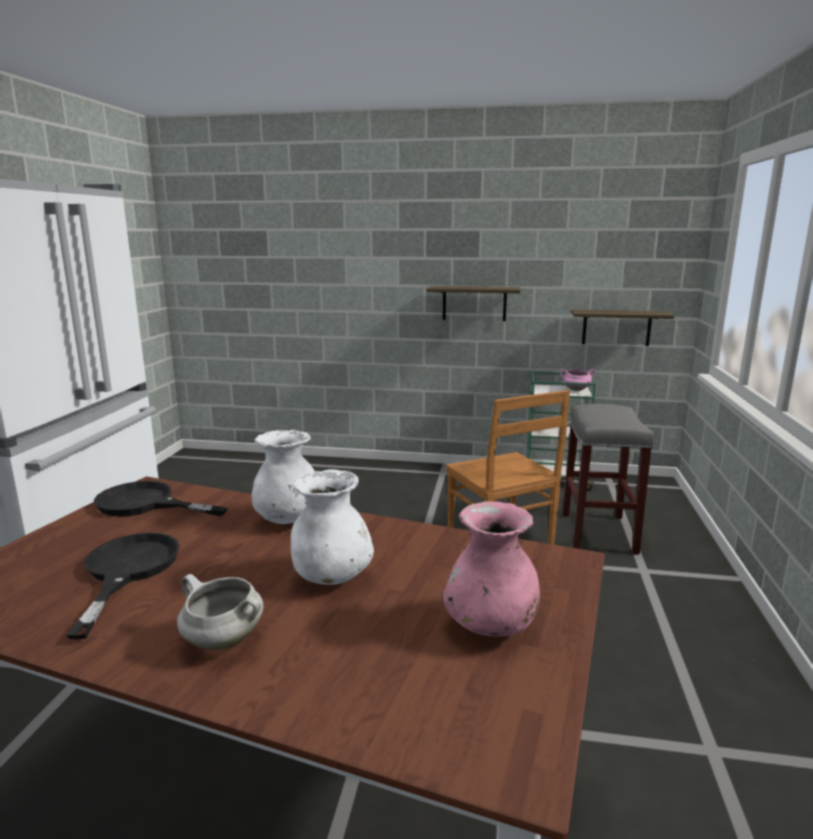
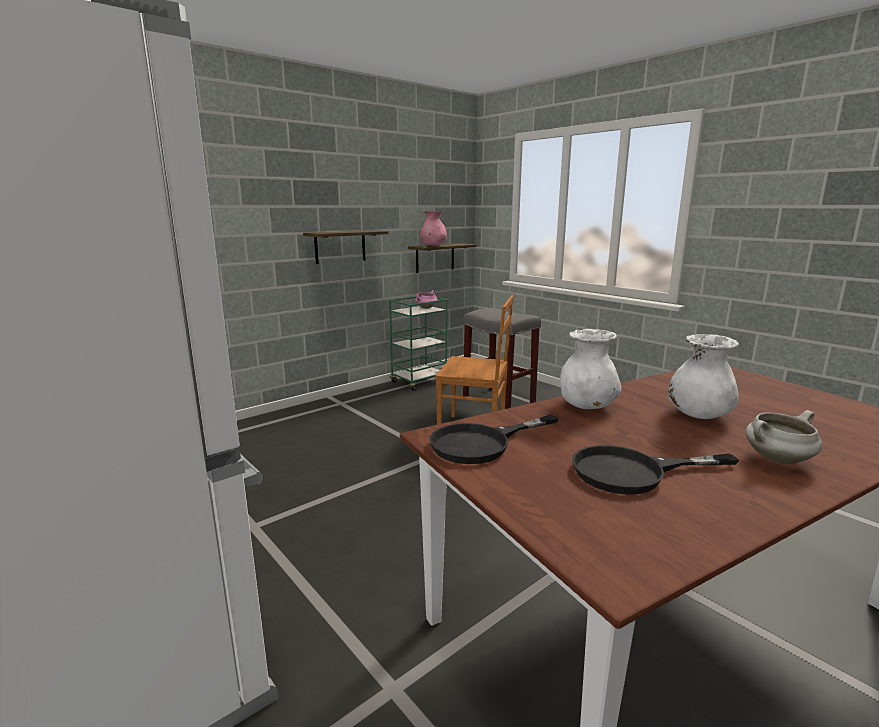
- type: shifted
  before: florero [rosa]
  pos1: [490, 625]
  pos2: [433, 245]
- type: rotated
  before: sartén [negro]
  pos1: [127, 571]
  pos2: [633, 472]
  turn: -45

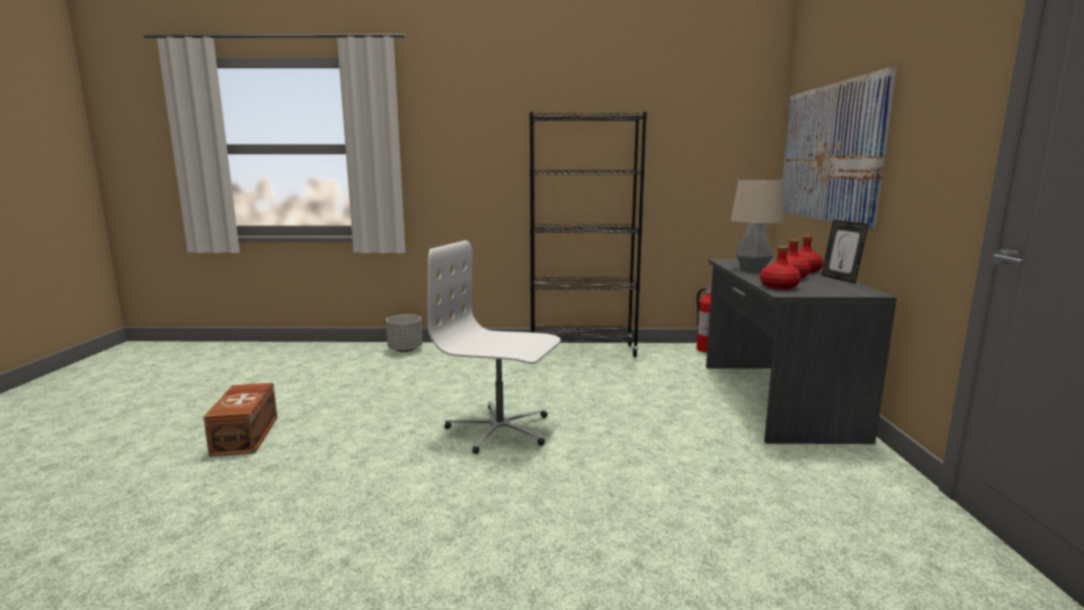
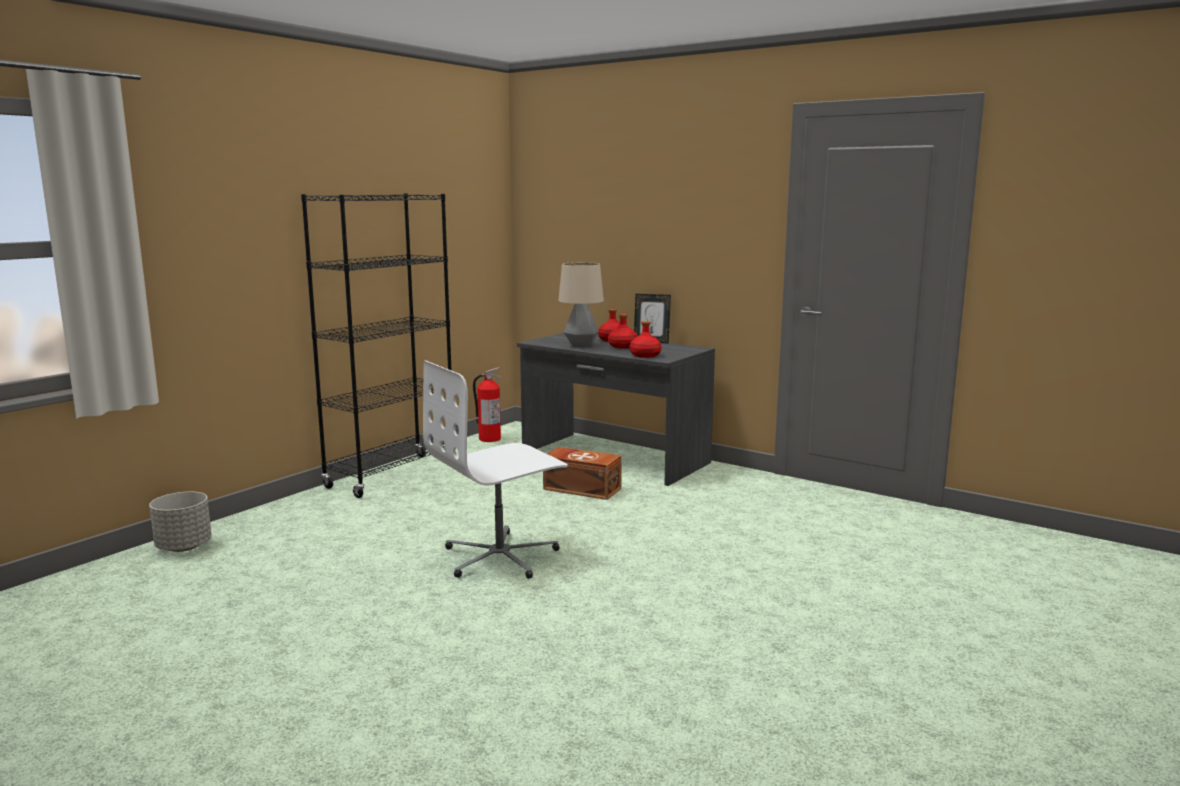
- type: gone
  before: cuadro
  pos1: [830, 153]
- type: shifted
  before: caja de almacenaje [marrón]
  pos1: [247, 435]
  pos2: [581, 488]

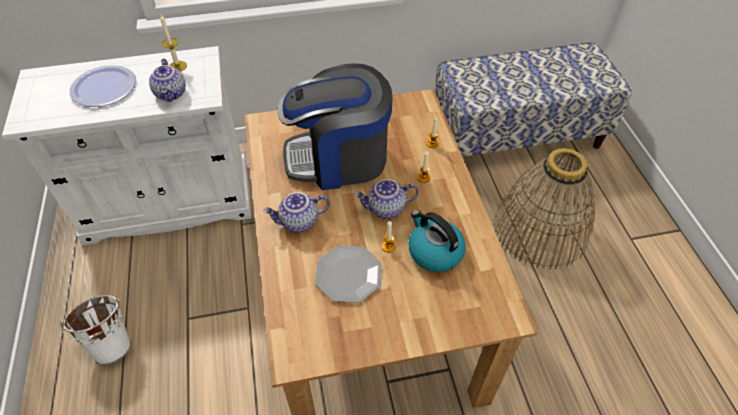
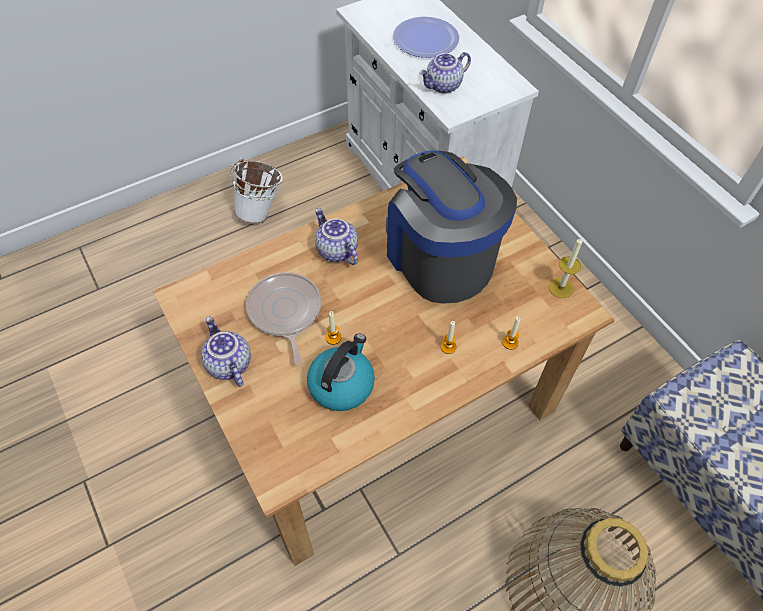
- type: shifted
  before: vela
  pos1: [177, 66]
  pos2: [561, 288]
- type: shifted
  before: tetera
  pos1: [386, 209]
  pos2: [227, 364]
- type: swapped
  before: plato
  after: sartén
  pos1: [348, 275]
  pos2: [285, 312]

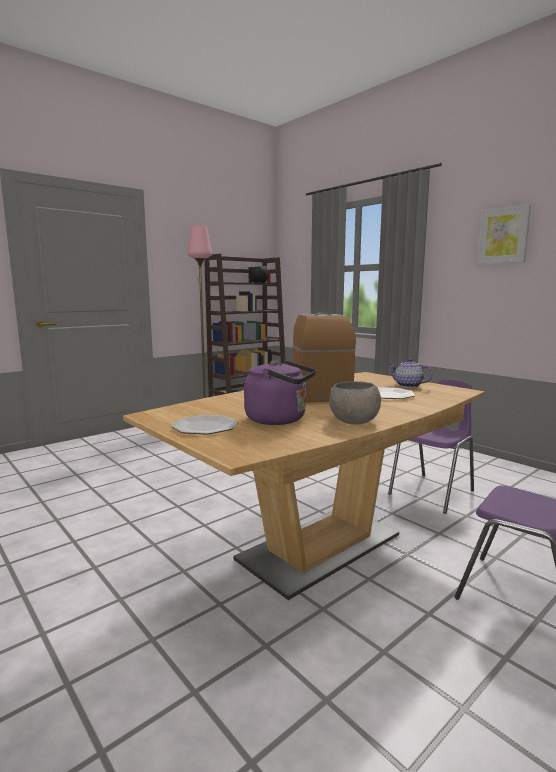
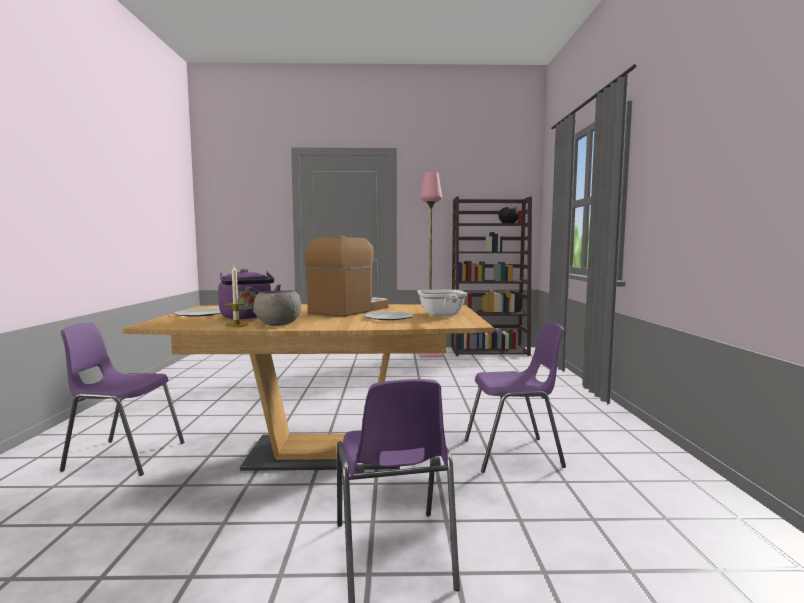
- type: gone
  before: cuadro
  pos1: [503, 235]
- type: new
  after: silla [morado]
  pos2: [124, 456]
- type: new
  after: vela
  pos2: [236, 325]
- type: swapped
  before: tetera
  after: sartén
  pos1: [408, 386]
  pos2: [442, 315]

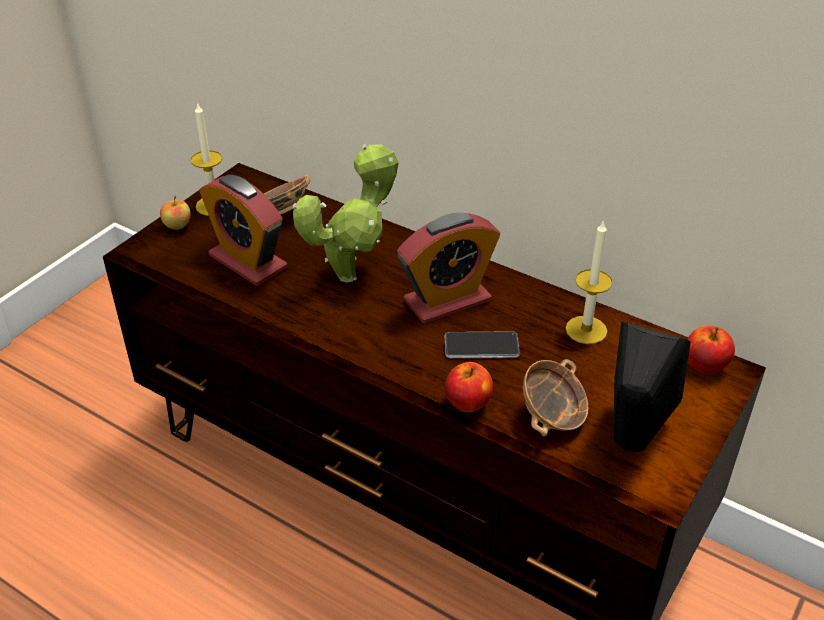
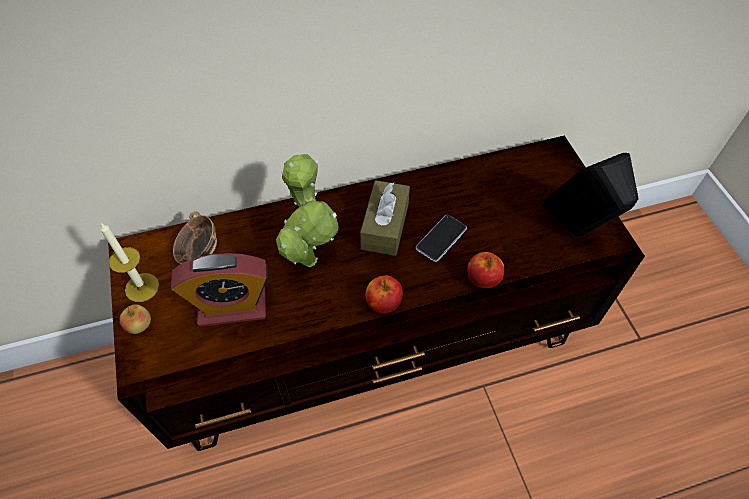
- type: gone
  before: cuenco
  pos1: [553, 416]
- type: gone
  before: vela
  pos1: [586, 330]
- type: shifted
  before: manzana
  pos1: [704, 366]
  pos2: [383, 303]
- type: swapped
  before: despertador
  after: caja de pañuelos [marrón]
  pos1: [447, 300]
  pos2: [385, 226]

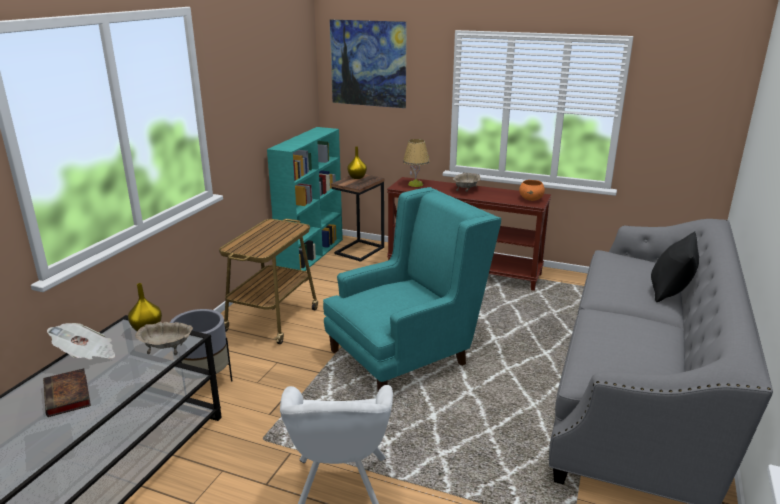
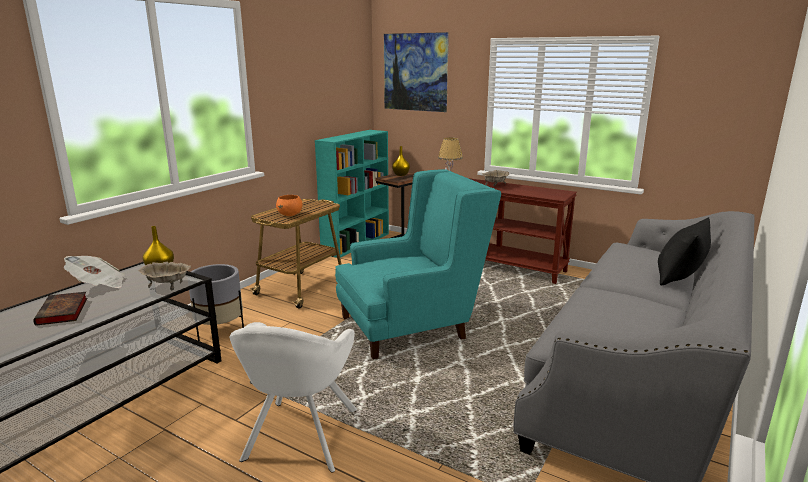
- type: shifted
  before: cuenco [naranja]
  pos1: [531, 199]
  pos2: [290, 215]

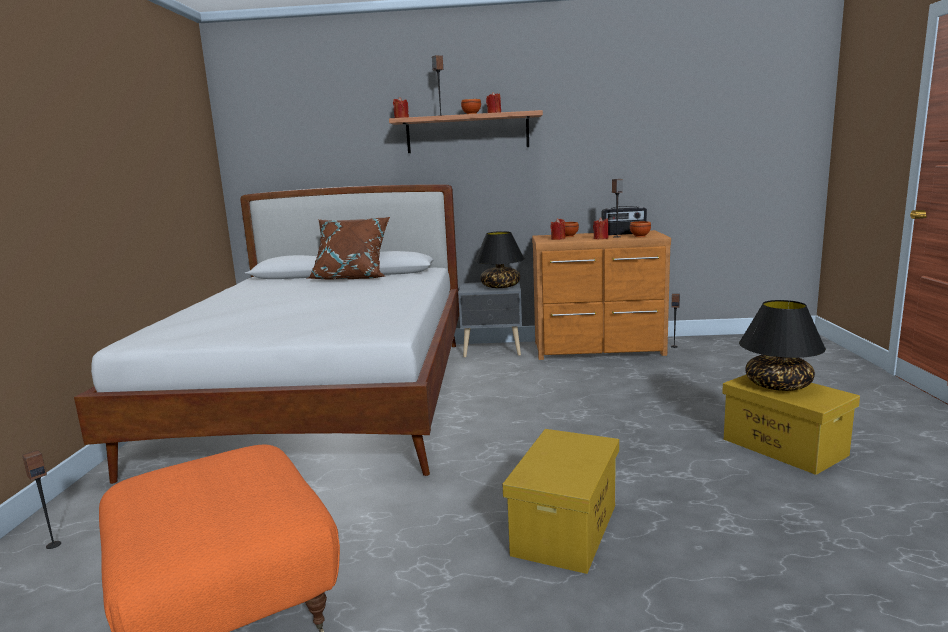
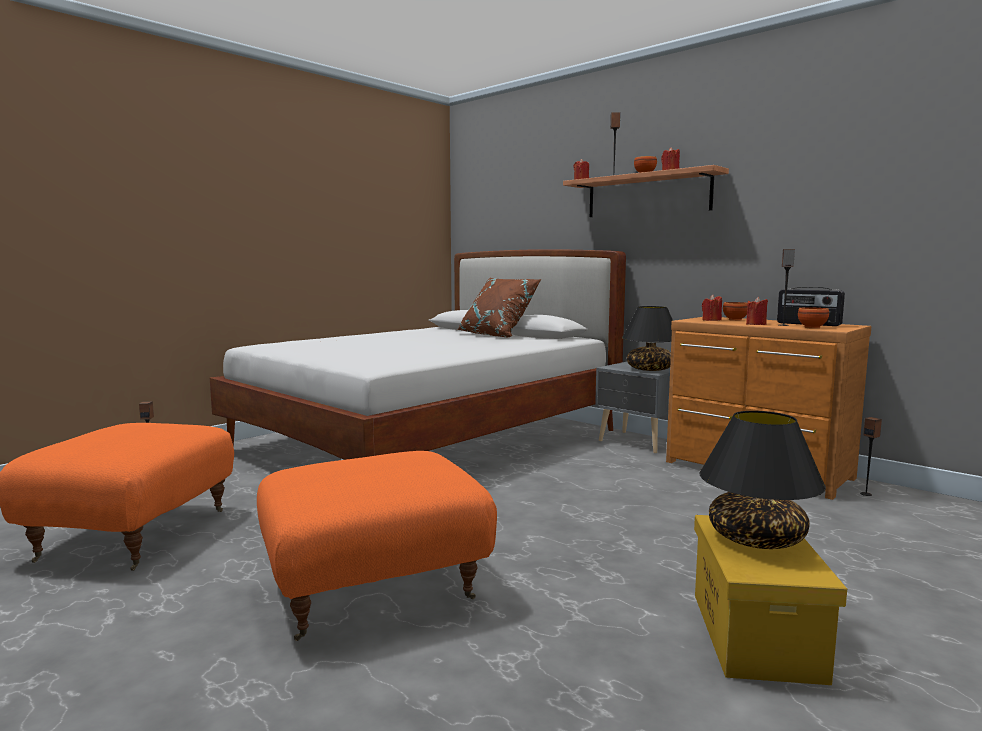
- type: swapped
  before: caja de almacenaje [amarillo]
  after: puf [naranja]
  pos1: [565, 530]
  pos2: [374, 591]

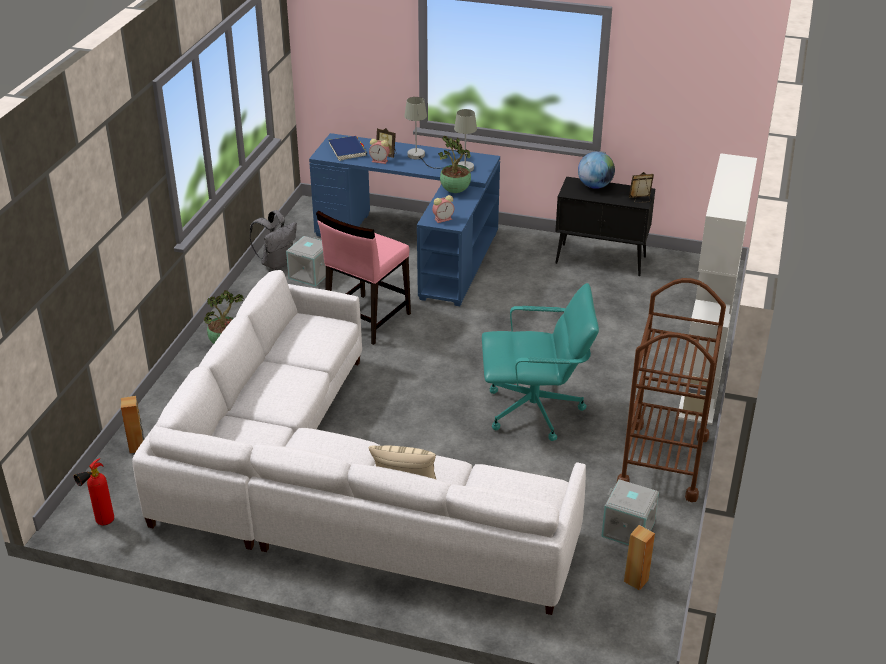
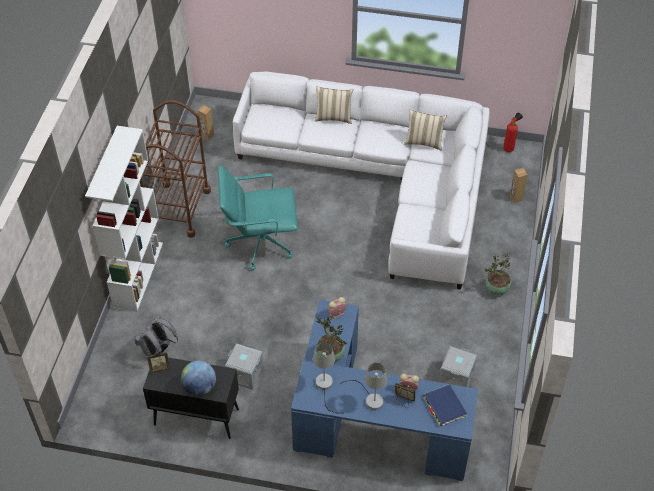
- type: gone
  before: silla [rosa]
  pos1: [366, 319]
- type: new
  after: cojín [beis]
  pos2: [424, 142]
- type: shifted
  before: mochila [gris]
  pos1: [277, 263]
  pos2: [158, 352]
- type: shifted
  before: caja de almacenaje [gris]
  pos1: [629, 528]
  pos2: [244, 374]

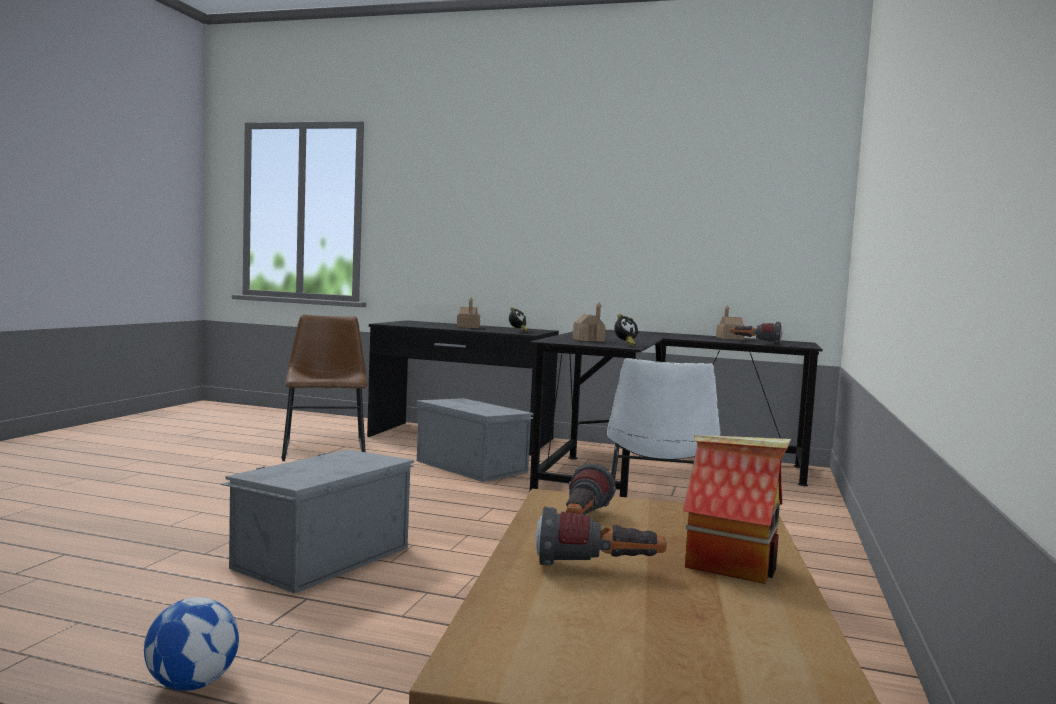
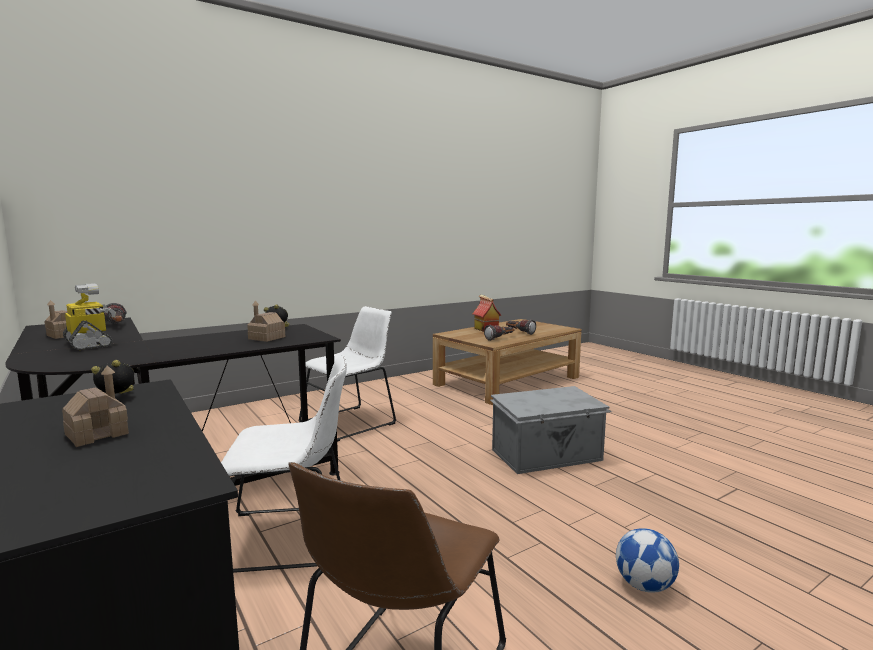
- type: new
  after: robot de juguete
  pos2: [89, 344]
- type: shifted
  before: balón de fútbol
  pos1: [191, 684]
  pos2: [644, 586]
- type: swapped
  before: caja de almacenaje [gris]
  after: silla [blanco]
  pos1: [472, 466]
  pos2: [291, 538]

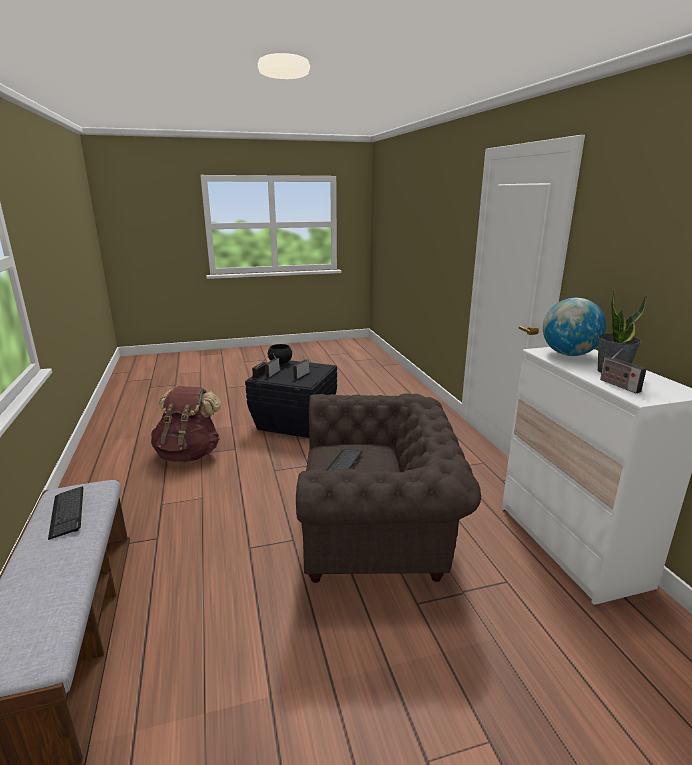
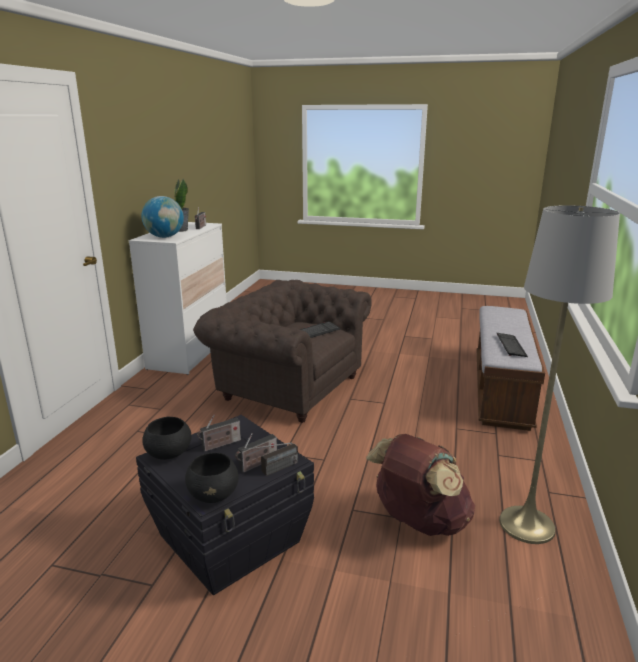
- type: new
  after: cuenco [negro]
  pos2: [168, 454]
- type: new
  after: lámpara de pie [gris]
  pos2: [527, 525]

